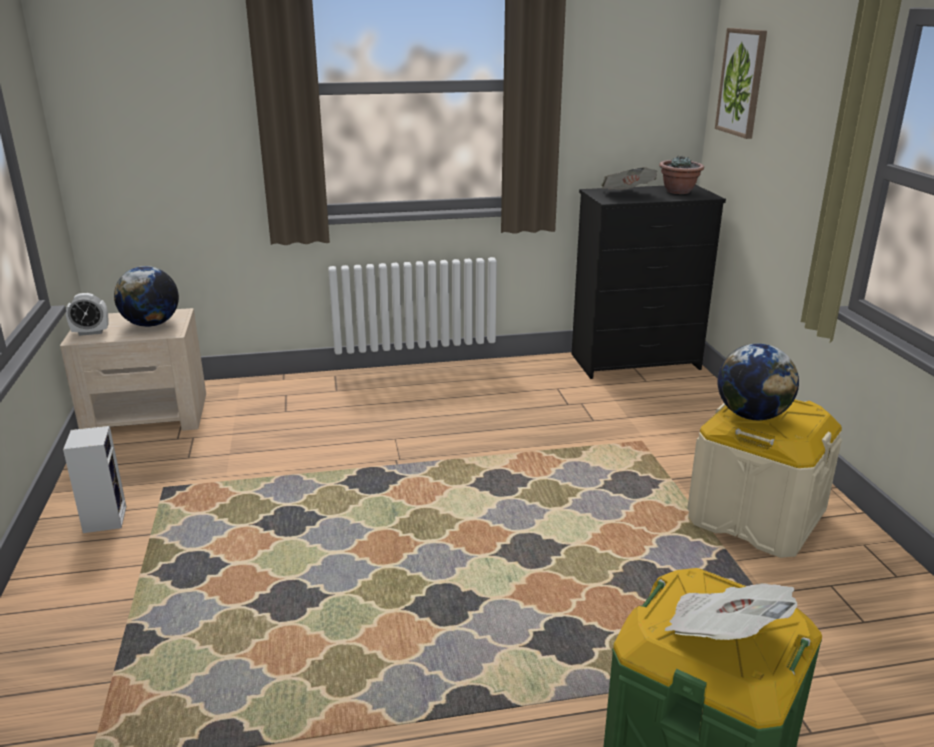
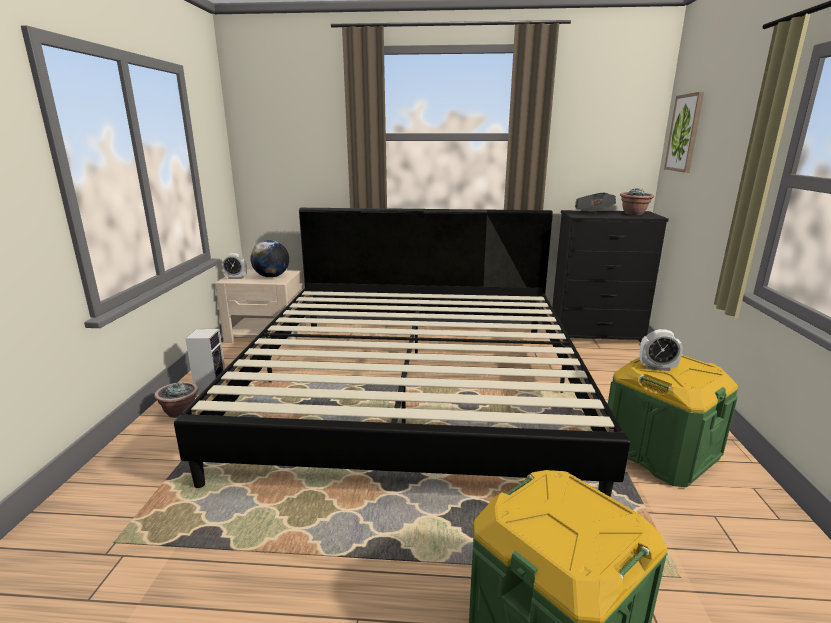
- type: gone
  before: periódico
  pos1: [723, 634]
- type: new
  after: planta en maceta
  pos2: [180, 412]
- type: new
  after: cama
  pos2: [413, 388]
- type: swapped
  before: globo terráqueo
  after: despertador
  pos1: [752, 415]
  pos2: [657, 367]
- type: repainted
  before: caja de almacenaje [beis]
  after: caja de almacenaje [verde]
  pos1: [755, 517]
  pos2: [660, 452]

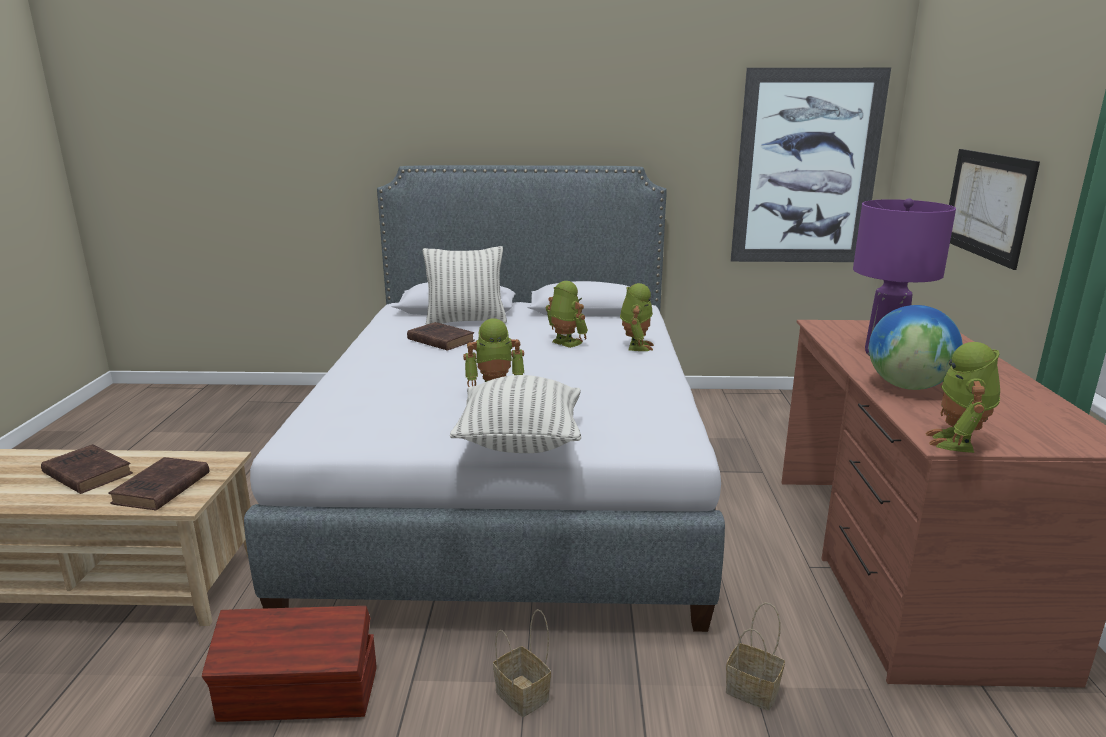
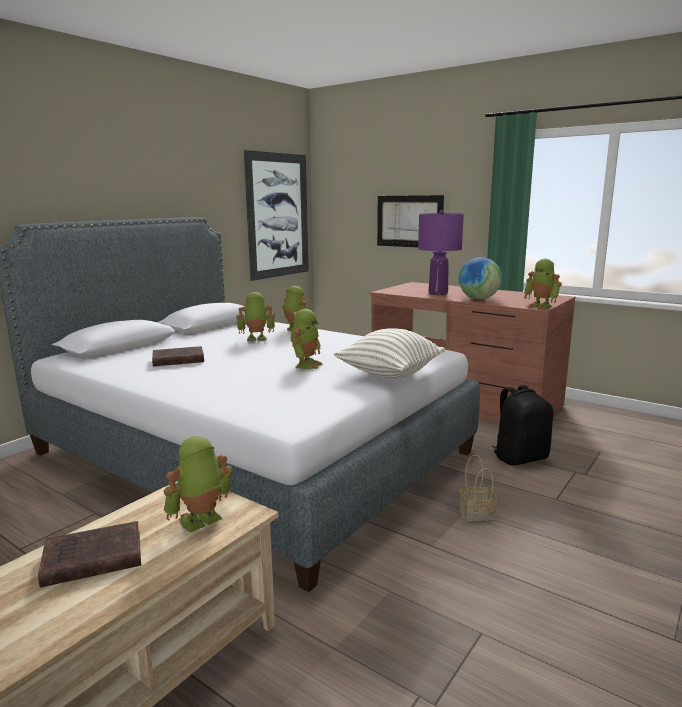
- type: gone
  before: caja de almacenaje [marrón]
  pos1: [300, 696]
- type: gone
  before: cojín
  pos1: [466, 321]
- type: swapped
  before: libro [marrón]
  after: robot de juguete
  pos1: [160, 489]
  pos2: [201, 521]
- type: swapped
  before: cesta
  after: mochila [negro]
  pos1: [754, 690]
  pos2: [520, 458]

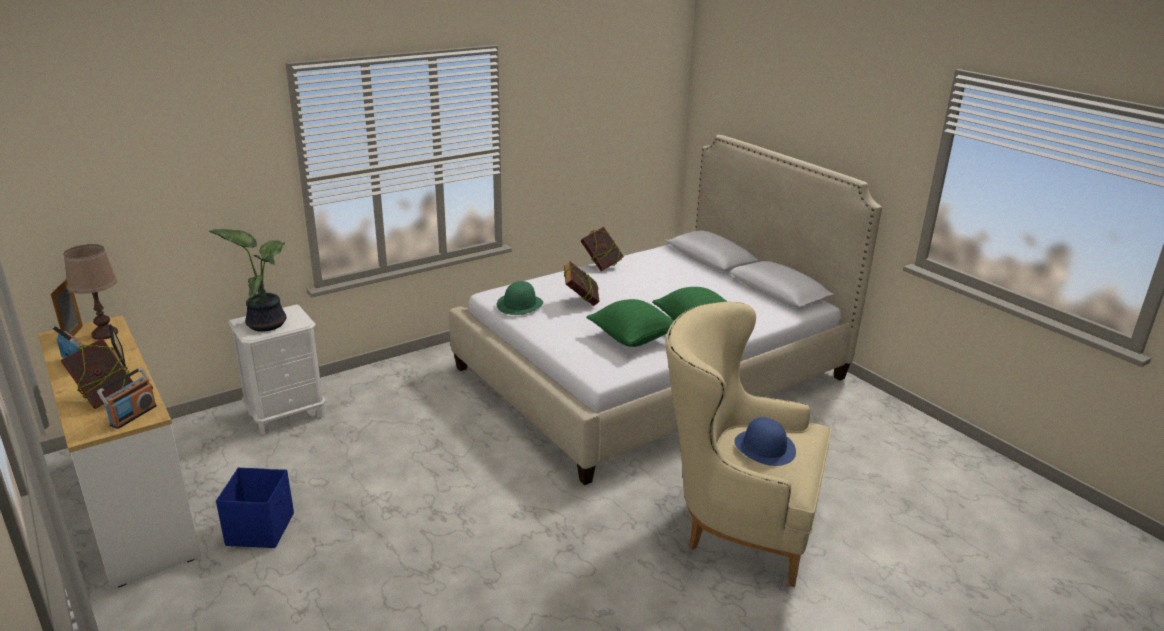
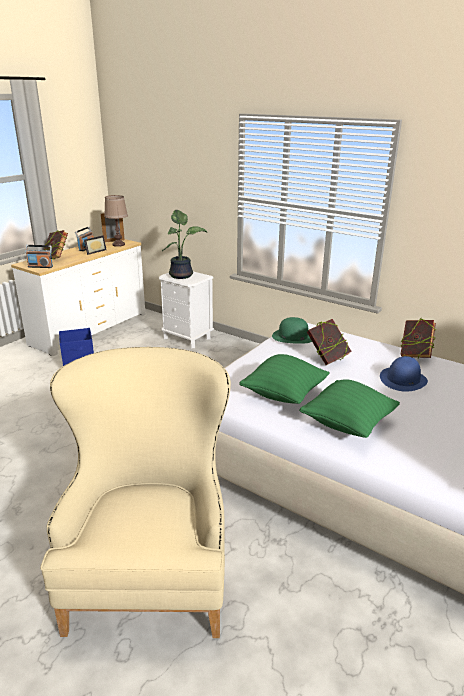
- type: shifted
  before: sombrero [azul]
  pos1: [765, 447]
  pos2: [403, 379]

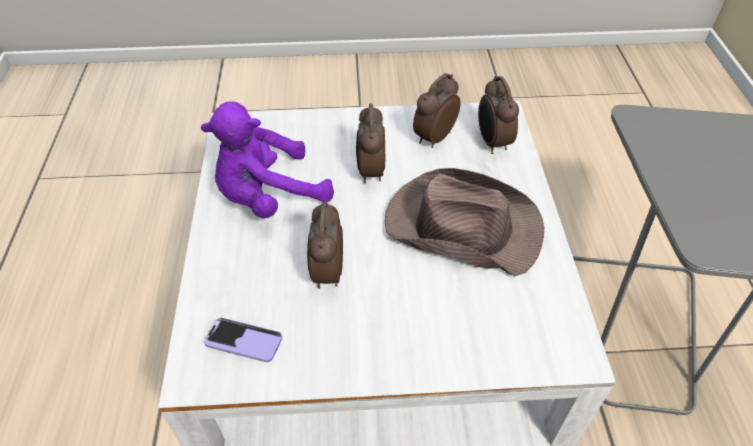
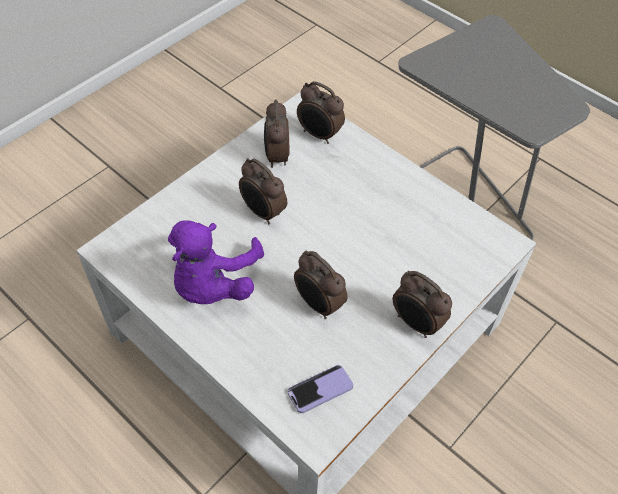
- type: gone
  before: sombrero [marrón]
  pos1: [461, 226]
- type: new
  after: despertador
  pos2: [416, 323]

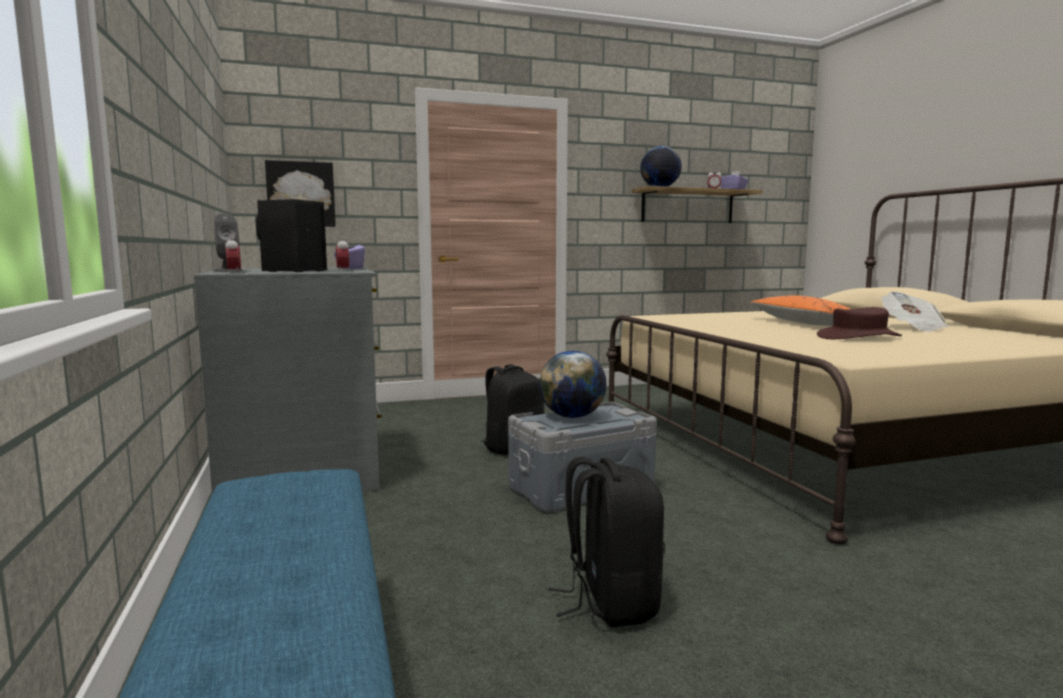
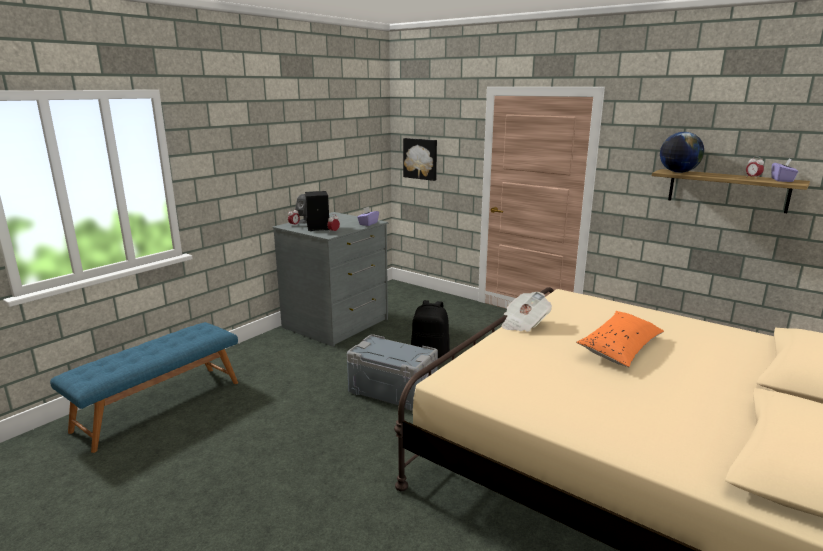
- type: gone
  before: globo terráqueo
  pos1: [572, 416]
- type: gone
  before: mochila [negro]
  pos1: [610, 602]
- type: gone
  before: sombrero [marrón]
  pos1: [858, 337]
- type: shifted
  before: periódico
  pos1: [912, 328]
  pos2: [523, 324]

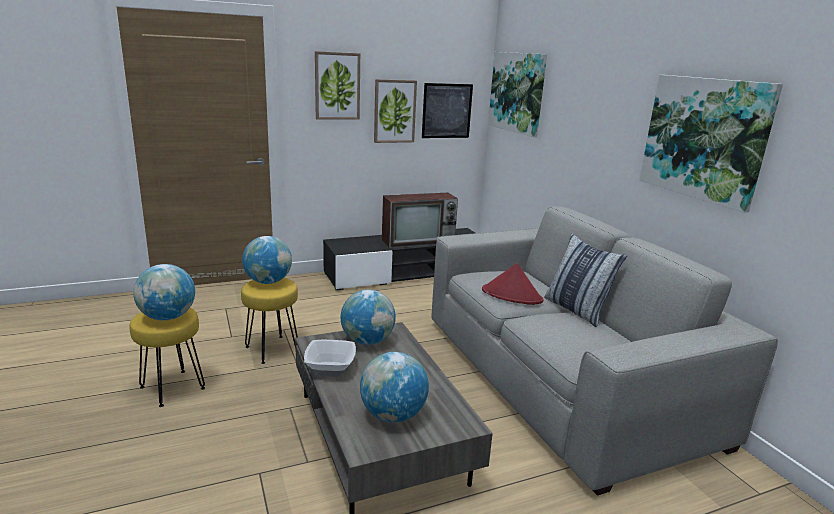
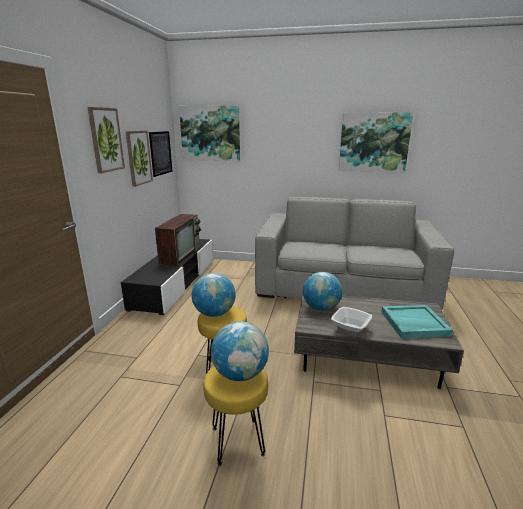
- type: gone
  before: sombrero [rojo]
  pos1: [512, 295]
- type: gone
  before: cojín
  pos1: [576, 310]
- type: swapped
  before: globo terráqueo
  after: bandeja [turquesa]
  pos1: [393, 415]
  pos2: [413, 323]

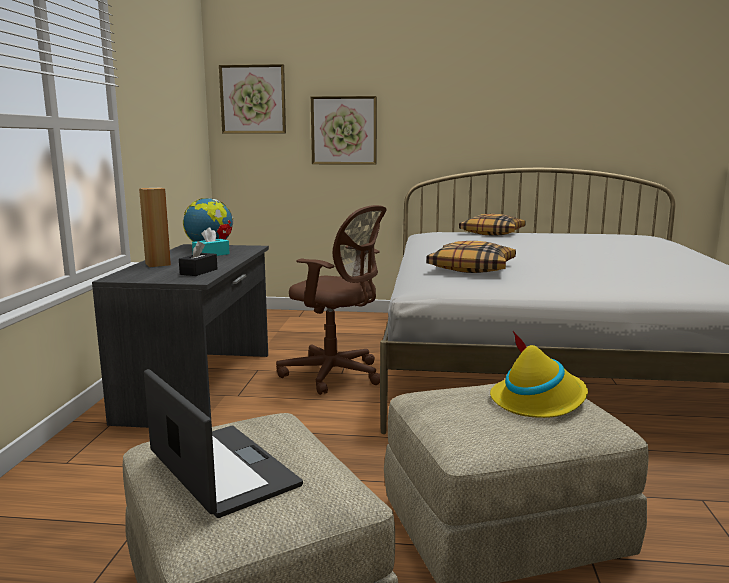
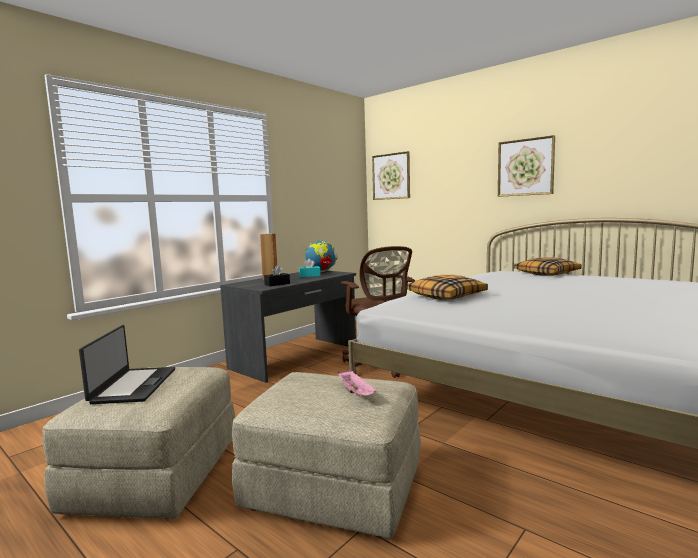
- type: shifted
  before: cuadro
  pos1: [344, 130]
  pos2: [525, 167]
- type: swapped
  before: sombrero [amarillo]
  after: bandeja [rosa]
  pos1: [539, 401]
  pos2: [356, 393]

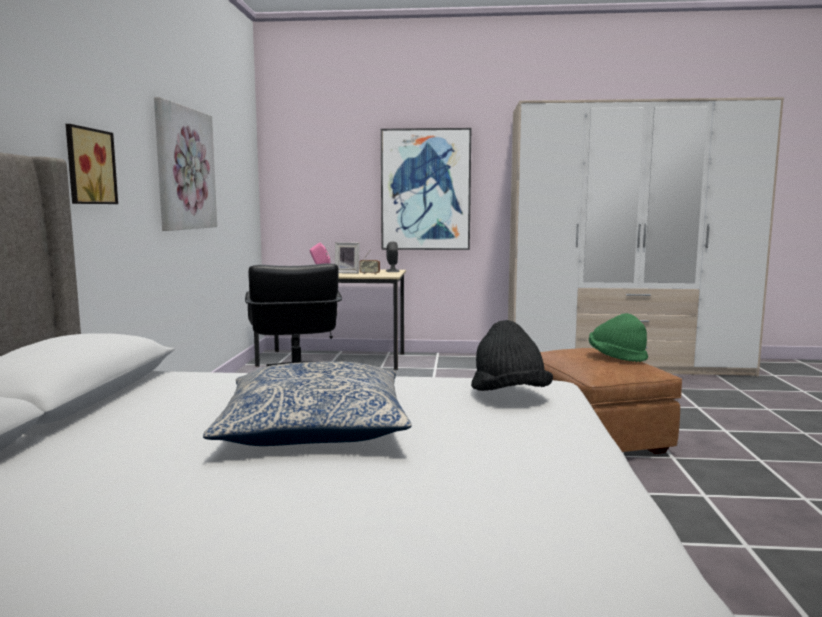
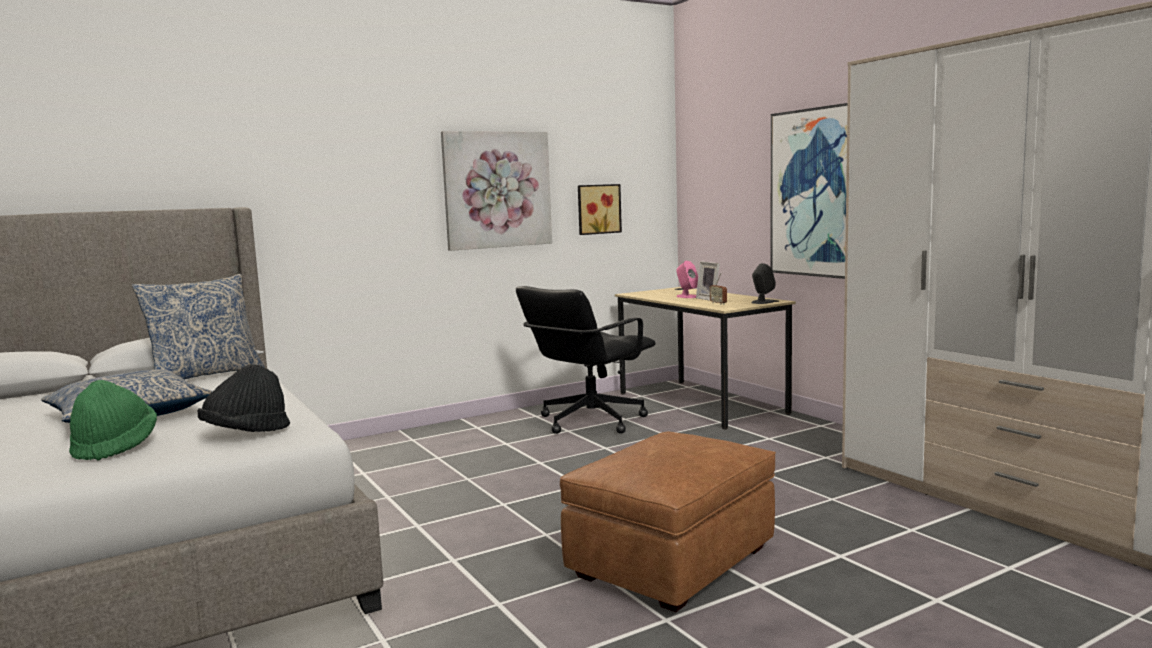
- type: new
  after: cojín
  pos2: [205, 375]
- type: shifted
  before: cuadro
  pos1: [88, 166]
  pos2: [598, 209]
- type: shifted
  before: sombrero [verde]
  pos1: [616, 357]
  pos2: [115, 447]

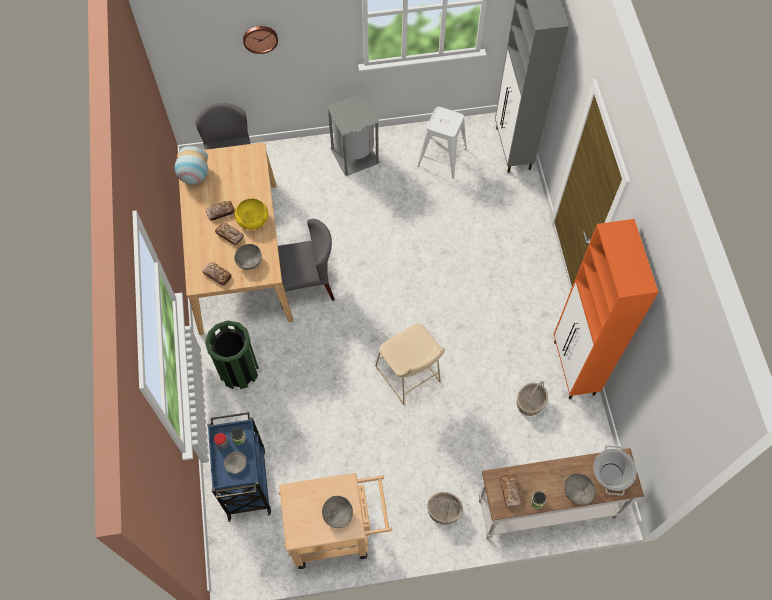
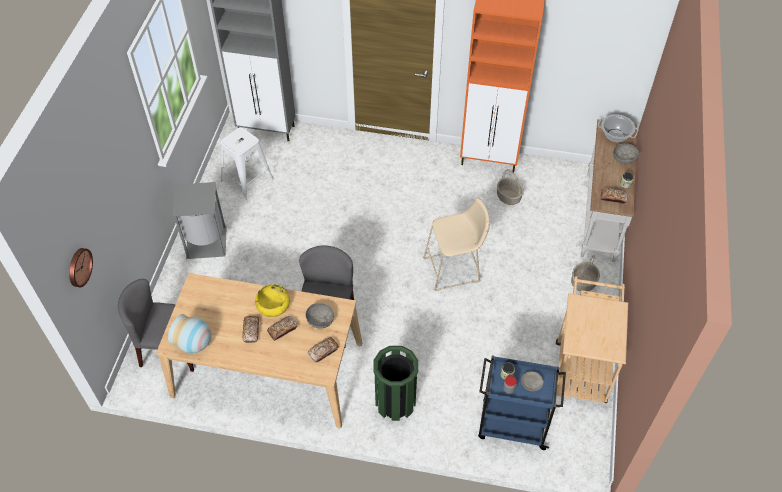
- type: gone
  before: cuenco [gris]
  pos1: [337, 514]
- type: shifted
  before: reloj de pared
  pos1: [260, 38]
  pos2: [78, 267]

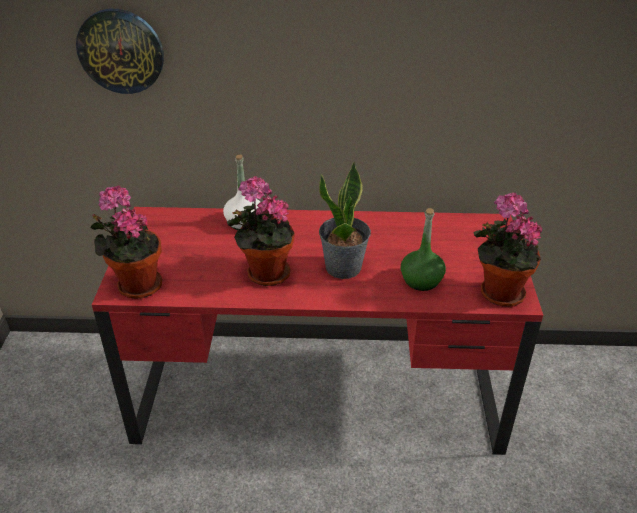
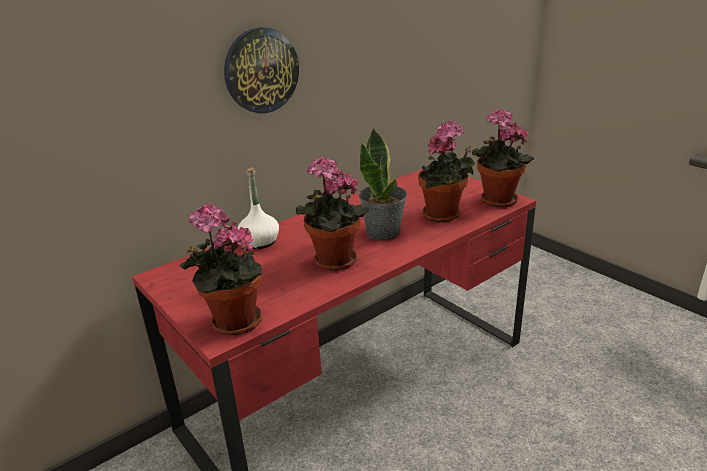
- type: shifted
  before: reloj de pared
  pos1: [121, 51]
  pos2: [261, 70]
- type: swapped
  before: botella [verde]
  after: planta en maceta
  pos1: [421, 280]
  pos2: [444, 216]

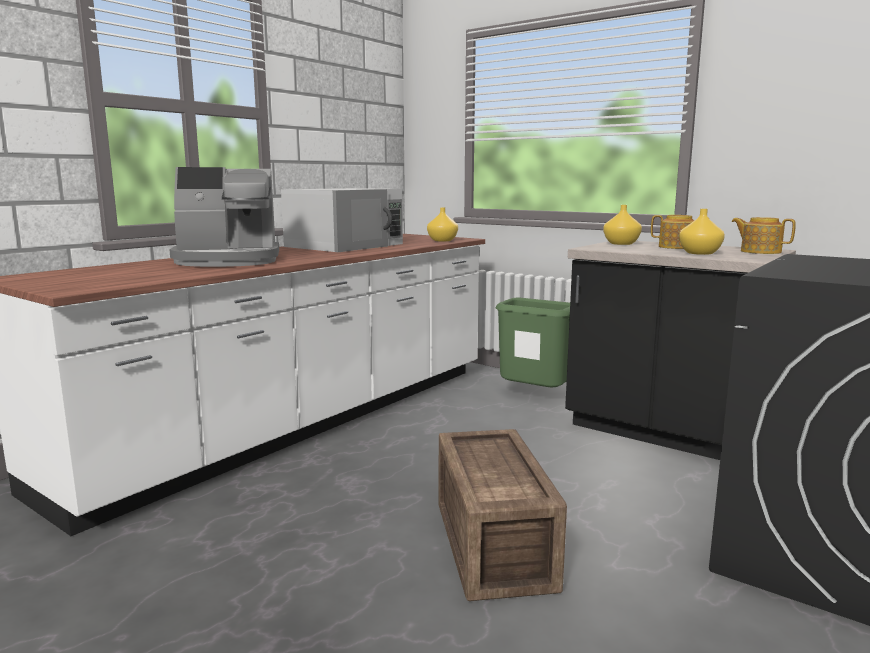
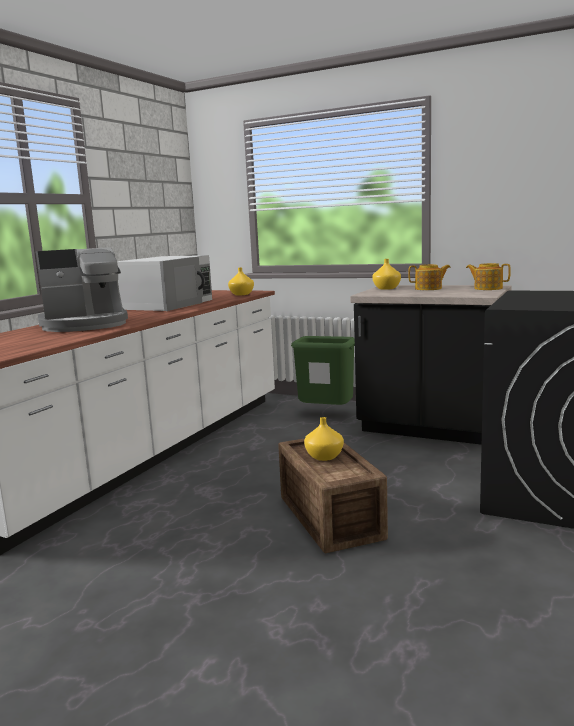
- type: shifted
  before: florero [amarillo]
  pos1: [699, 253]
  pos2: [323, 457]

